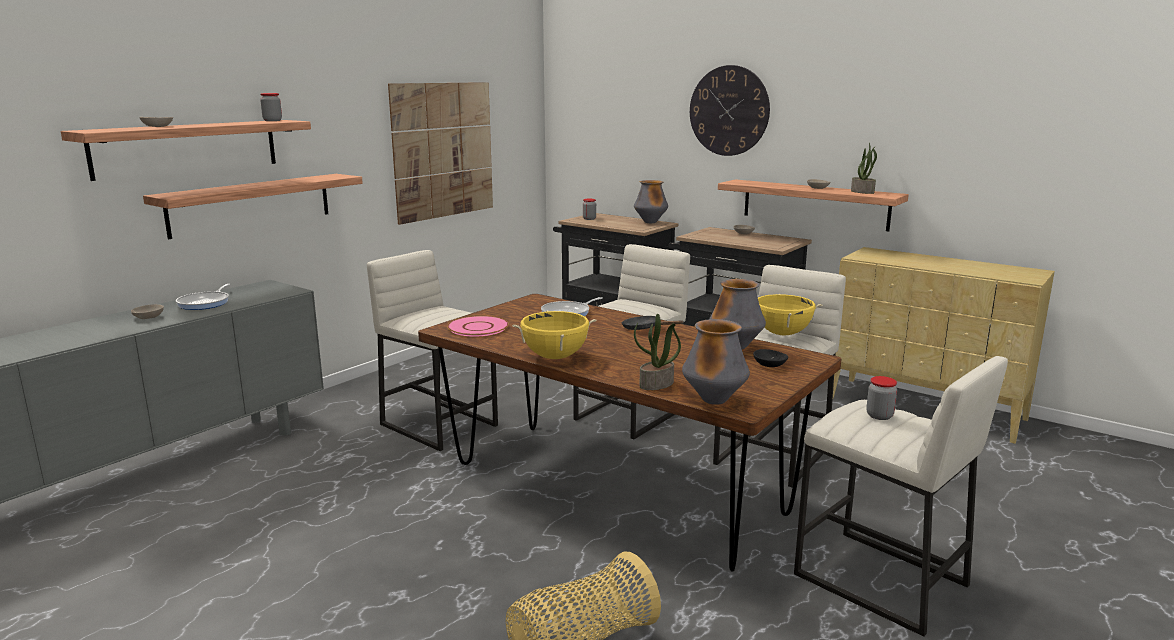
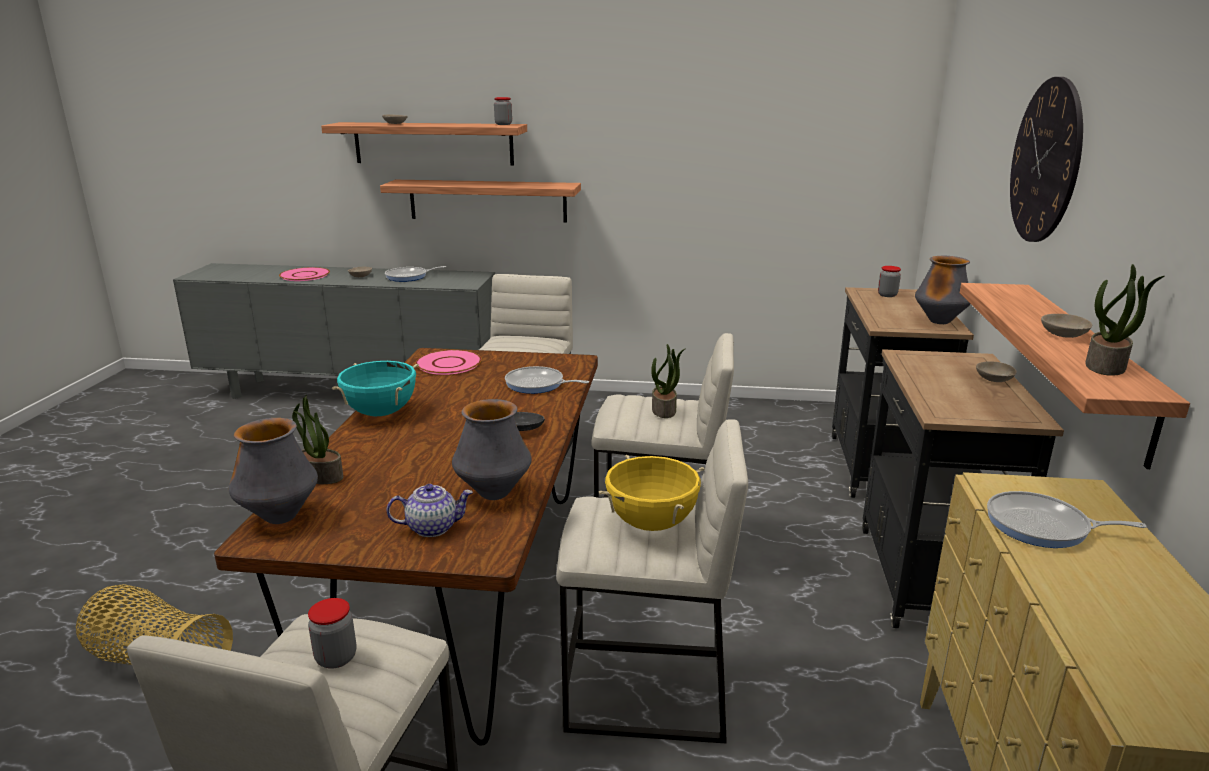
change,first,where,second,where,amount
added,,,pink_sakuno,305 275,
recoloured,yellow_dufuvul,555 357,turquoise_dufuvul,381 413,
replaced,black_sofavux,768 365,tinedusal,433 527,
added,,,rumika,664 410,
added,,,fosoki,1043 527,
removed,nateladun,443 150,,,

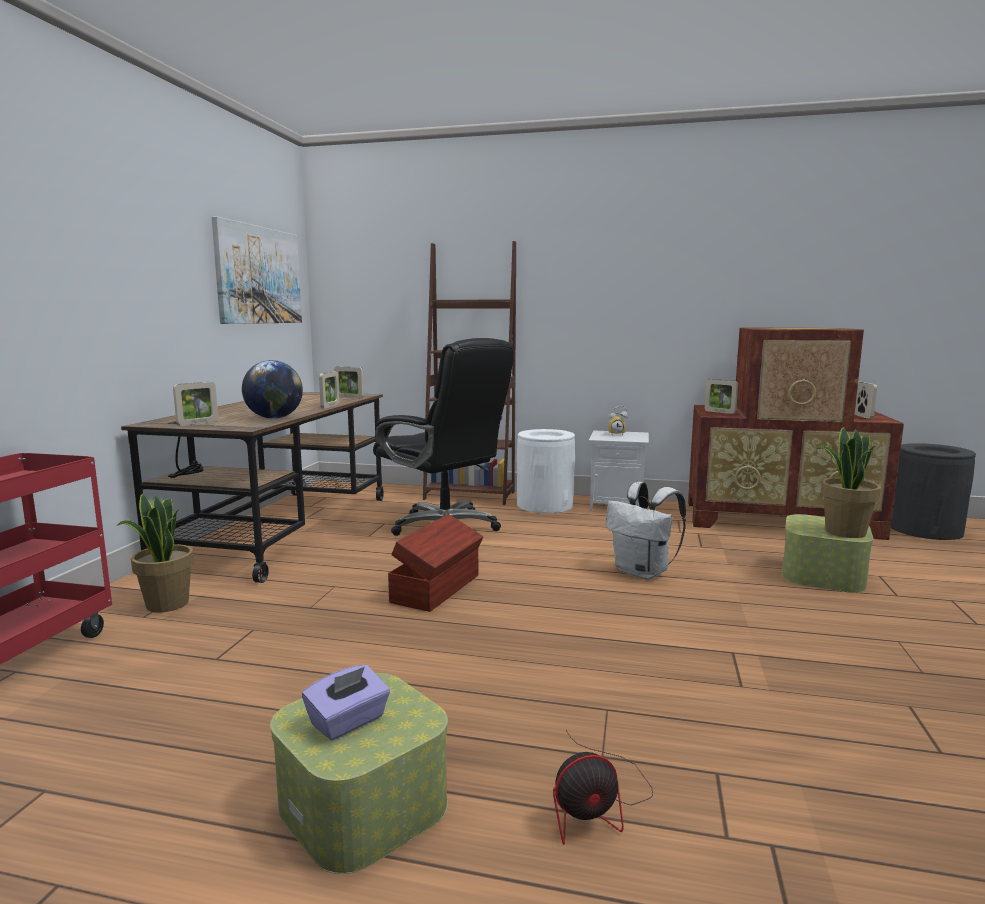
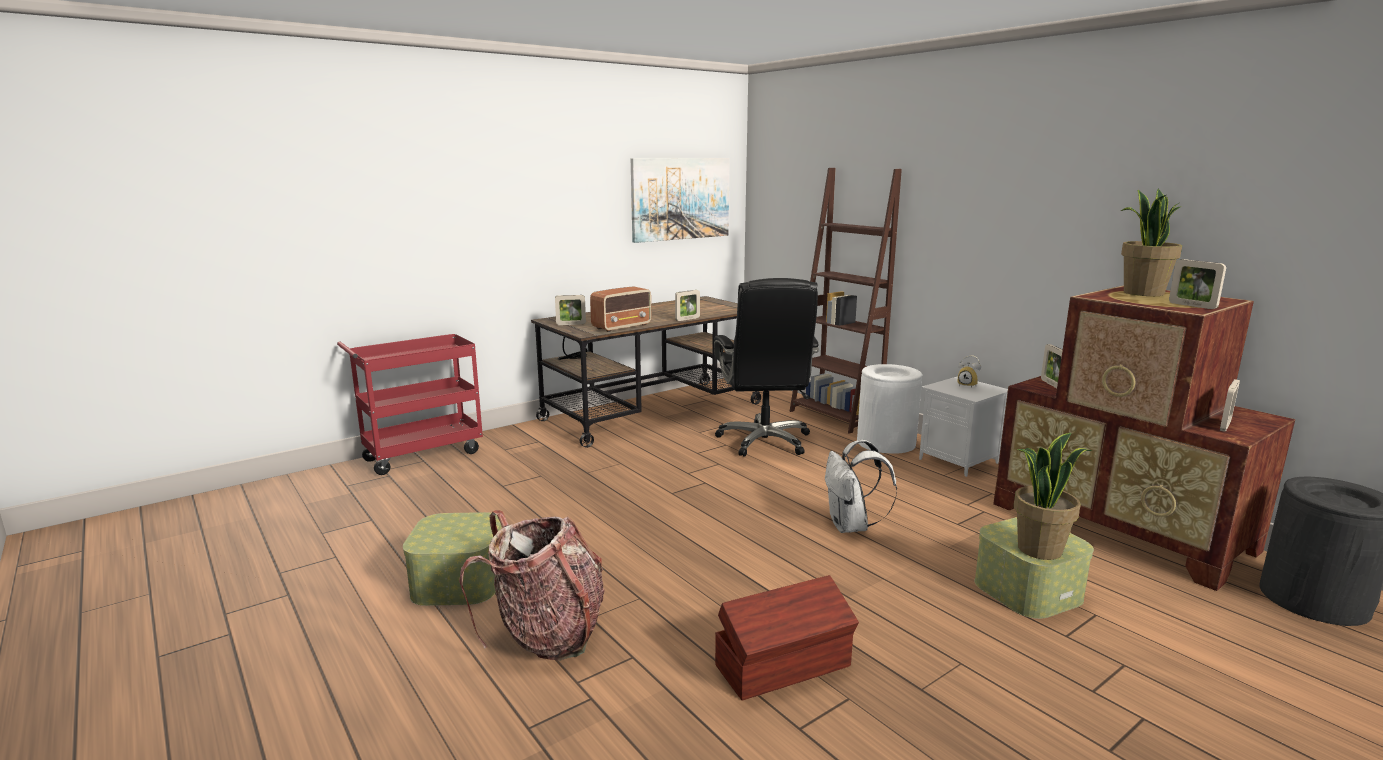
change,first,where,second,where,amount
replaced,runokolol,596 804,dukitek,547 635,
replaced,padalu,274 418,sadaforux,622 326,
moved,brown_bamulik,438 588,,785 666,
moved,rumika,166 604,,1142 293,
moved,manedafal,349 397,,1192 306,
removed,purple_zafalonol,348 722,,,

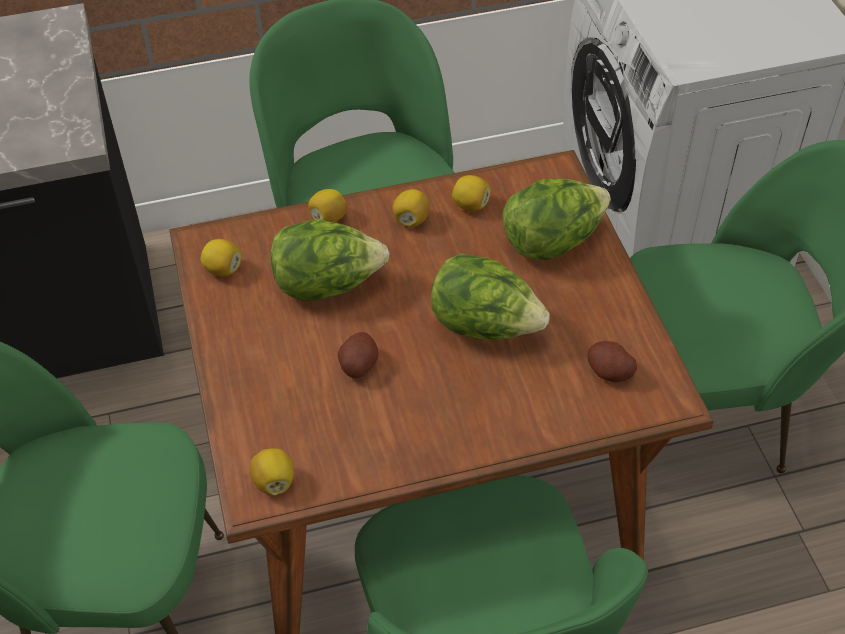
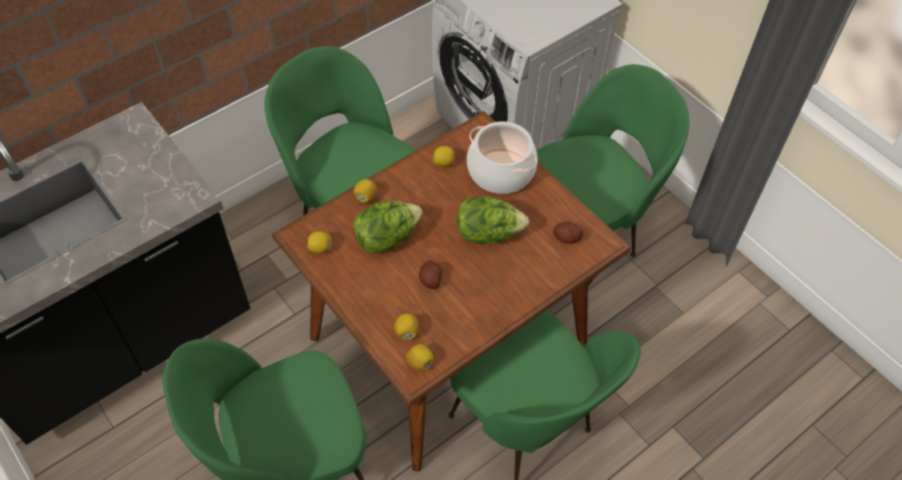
change,first,where,second,where,amount
moved,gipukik,411 220,,407 332,
replaced,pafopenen,552 241,dufuvul,500 171,

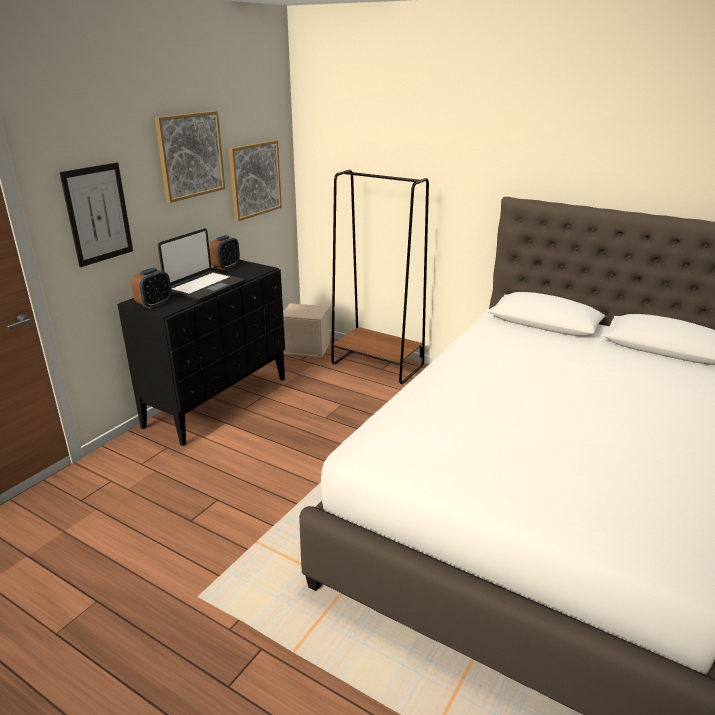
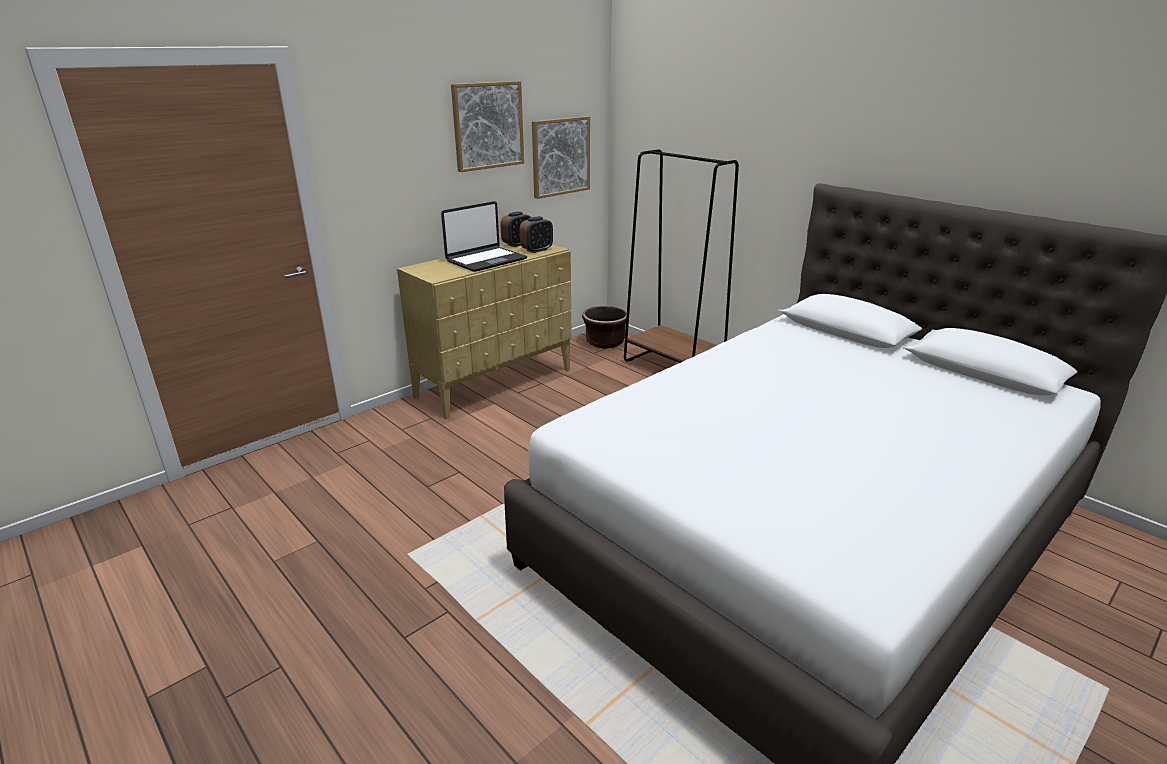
change,first,where,second,where,amount
recoloured,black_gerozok,220 402,beige_gerozok,497 383,
moved,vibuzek,154 304,,537 250,
replaced,beige_bamulik,307 348,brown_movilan,604 342,
removed,nateladun,98 214,,,

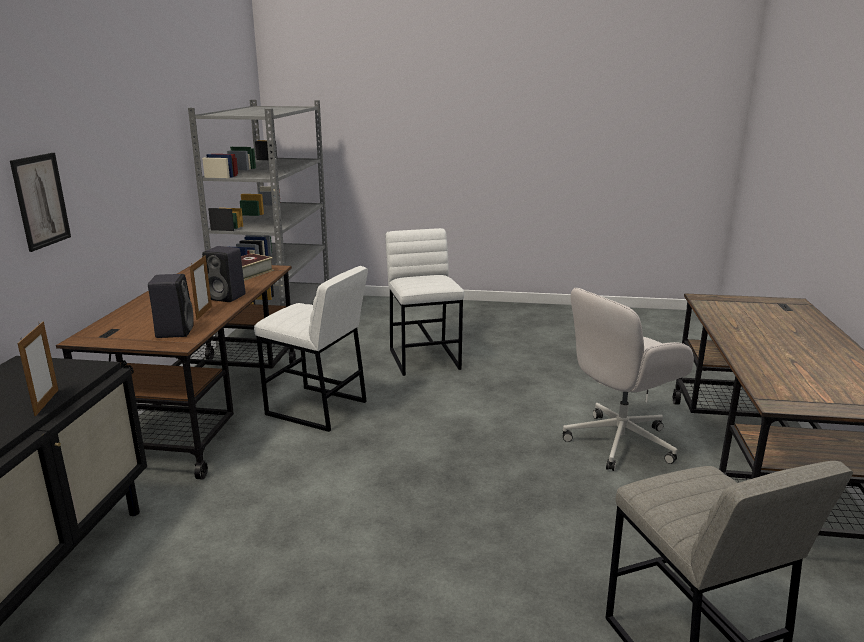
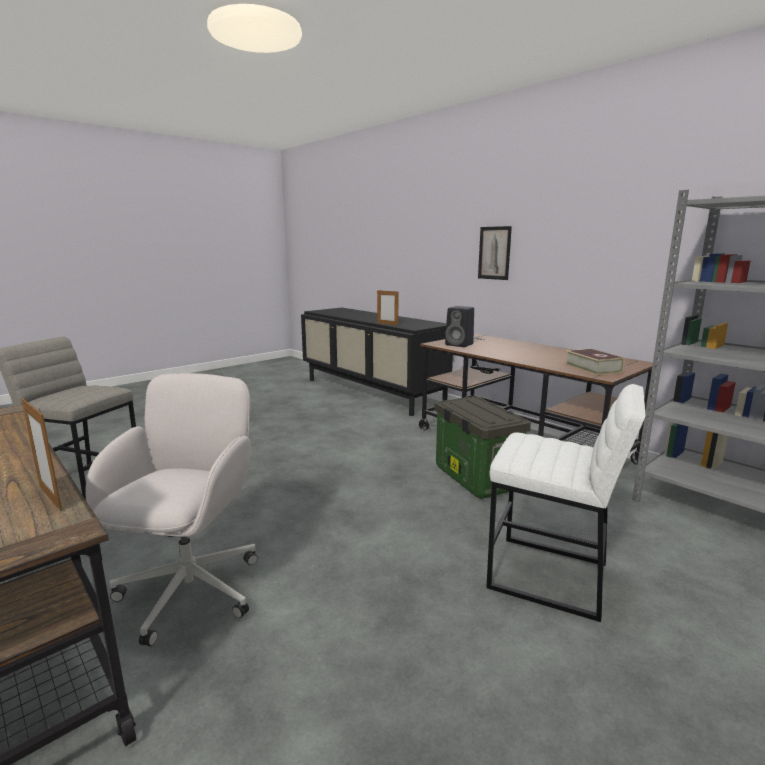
change,first,where,second,where,amount
moved,manedafal,204 313,,50 498,
replaced,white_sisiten,318 408,bamulik,474 478,
removed,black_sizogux,227 297,,,

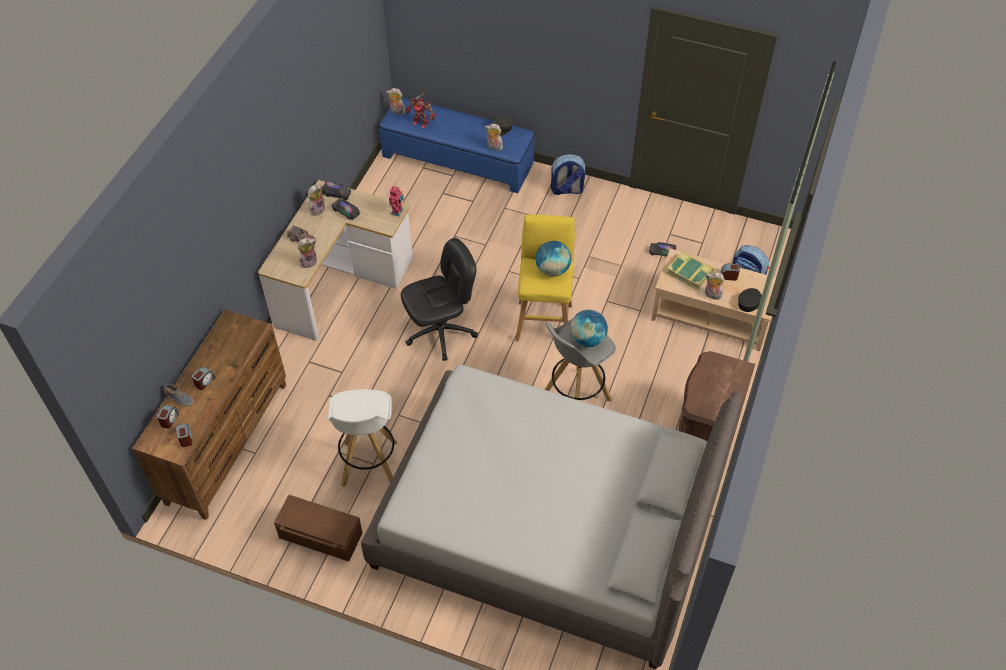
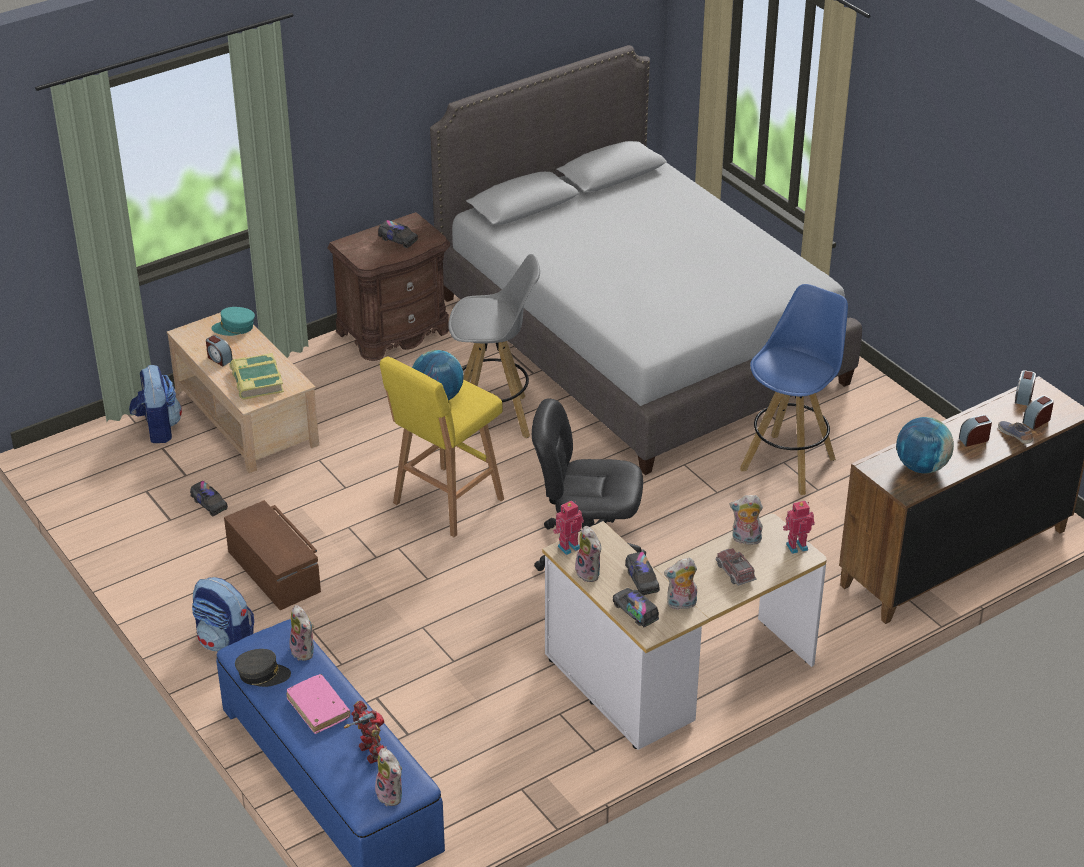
change,first,where,second,where,amount
recoloured,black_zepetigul,750 303,turquoise_zepetigul,234 328,
moved,brown_bamulik,320 536,,275 571,
added,,,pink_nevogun,318 708,
added,,,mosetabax,398 240,
moved,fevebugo,712 295,,590 573,
recoloured,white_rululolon,368 465,blue_rululolon,789 463,
added,,,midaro,796 546,
moved,padalu,587 339,,921 467,

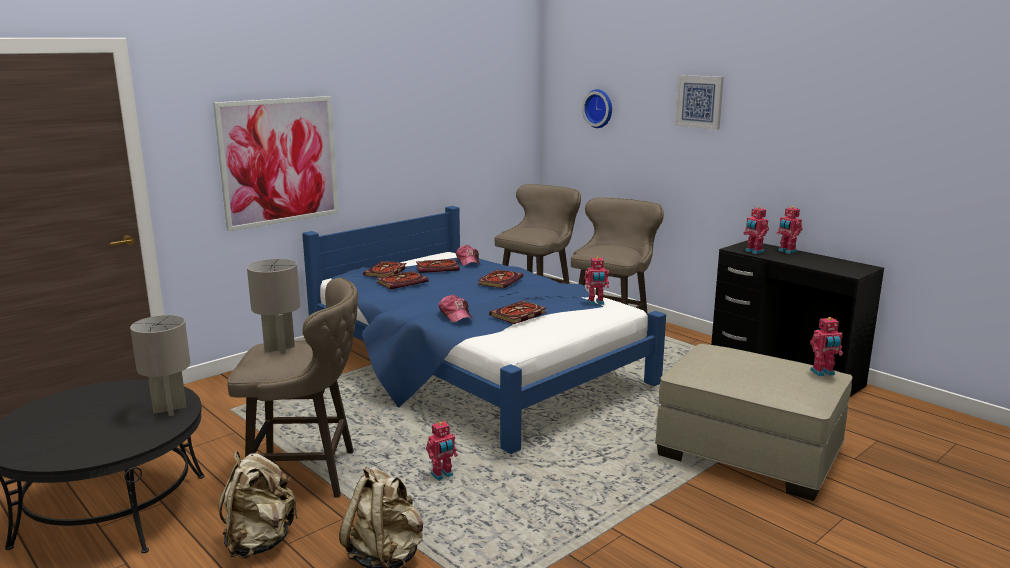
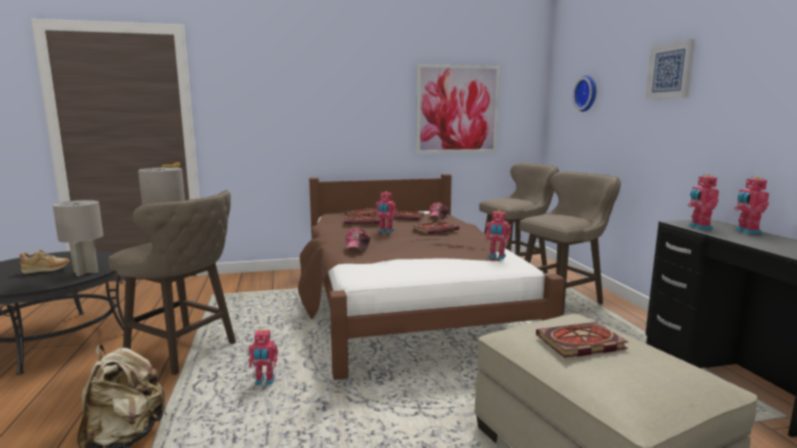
change,first,where,second,where,amount
added,,,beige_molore,46 270,
recoloured,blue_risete,476 369,brown_risete,406 304,
moved,midaro,823 373,,385 231,
moved,nateladun,279 161,,457 109,
moved,nevogun,518 315,,579 343,
removed,beige_dukitek,259 542,,,

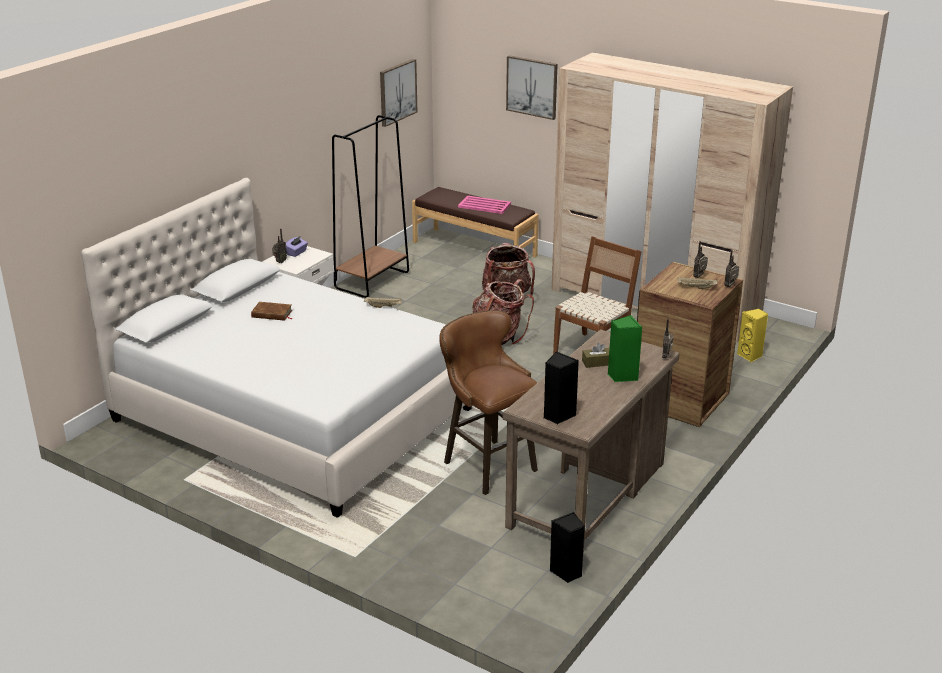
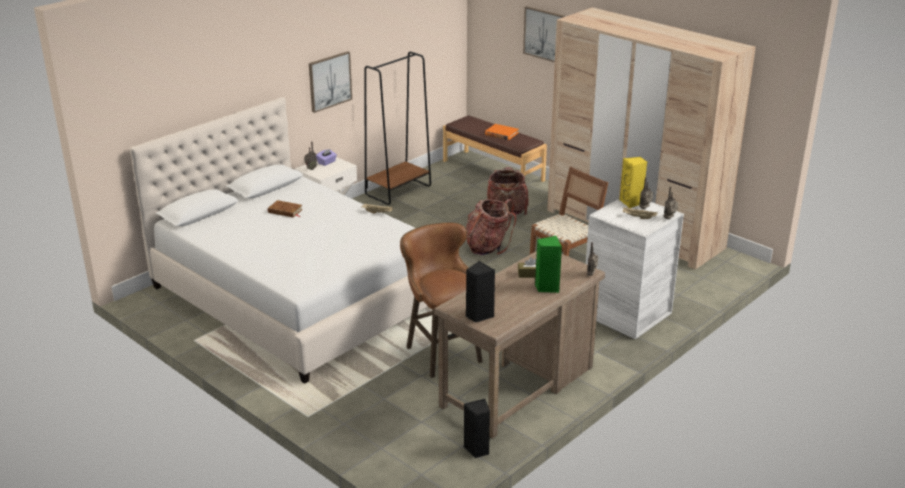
change,first,where,second,where,amount
moved,nateladun,397 92,,329 81,
replaced,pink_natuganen,484 205,orange_nevogun,501 134,
recoloured,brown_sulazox,679 399,white_sulazox,626 314,
moved,yellow_sizogux,750 356,,632 203,

